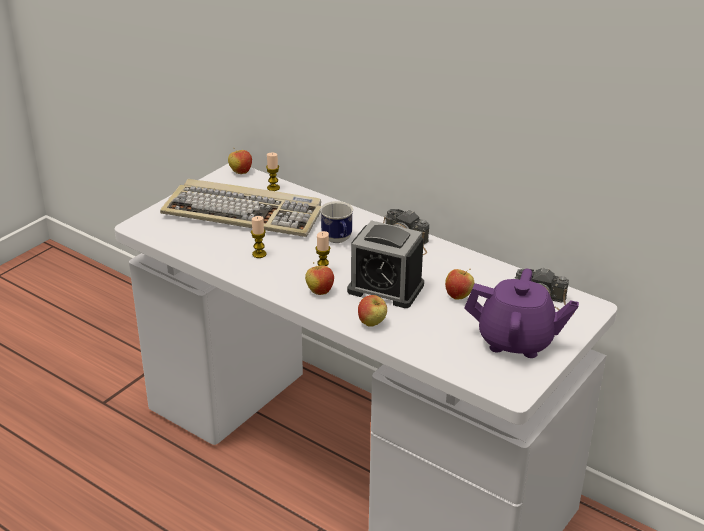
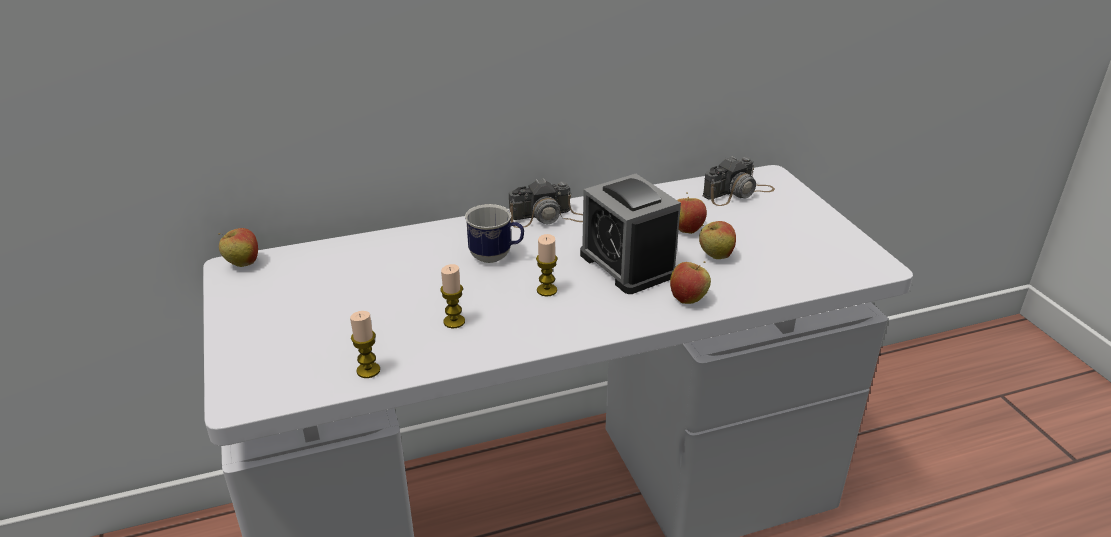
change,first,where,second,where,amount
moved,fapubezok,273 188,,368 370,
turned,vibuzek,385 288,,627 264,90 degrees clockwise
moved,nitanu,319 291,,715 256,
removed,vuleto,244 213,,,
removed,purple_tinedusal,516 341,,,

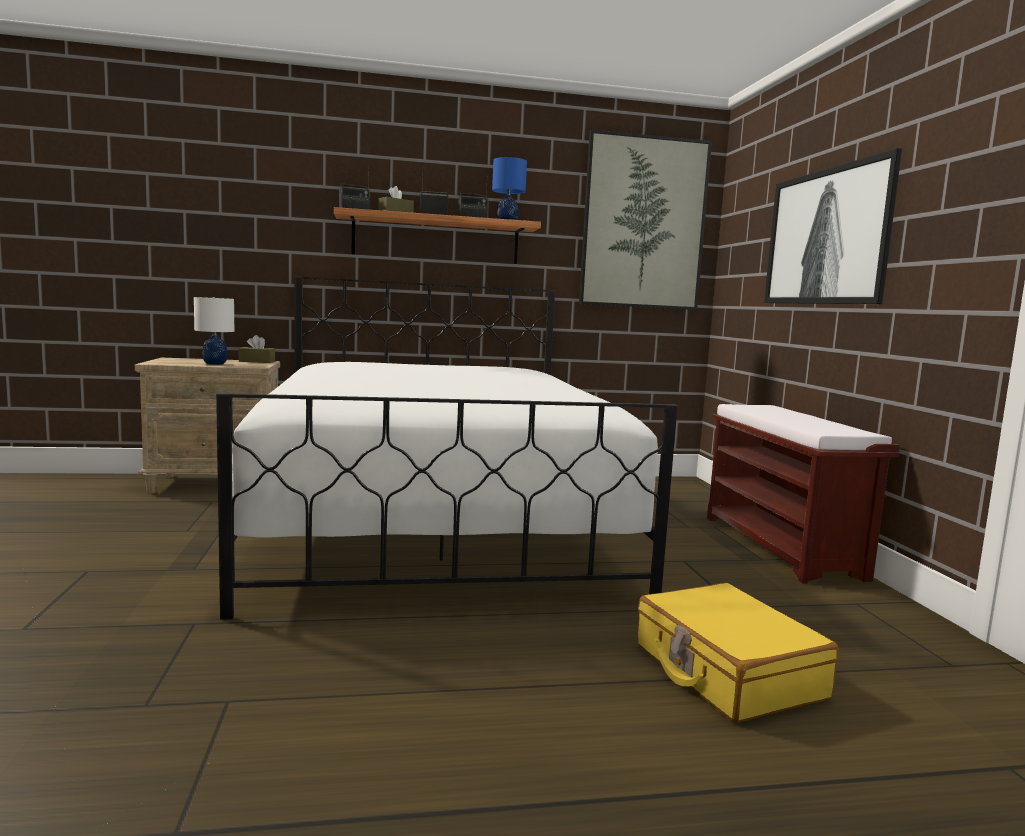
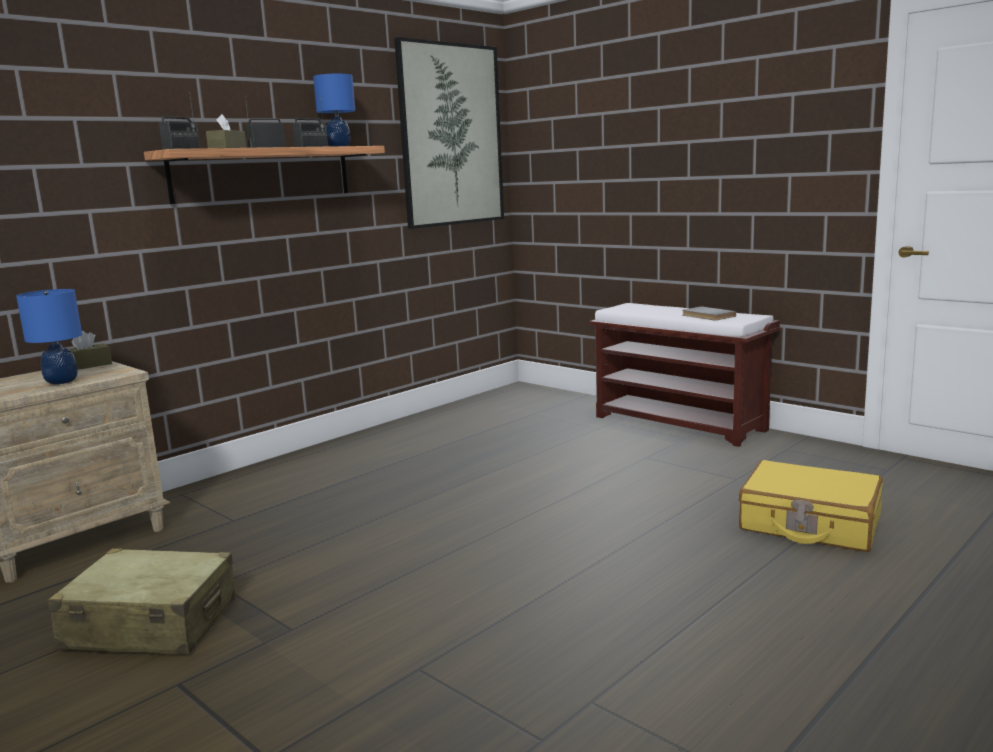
change,first,where,second,where,amount
recoloured,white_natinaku,214 364,blue_natinaku,60 382,
added,,,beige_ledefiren,151 624,
added,,,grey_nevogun,707 316,
removed,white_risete,433 524,,,
removed,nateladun,825 237,,,

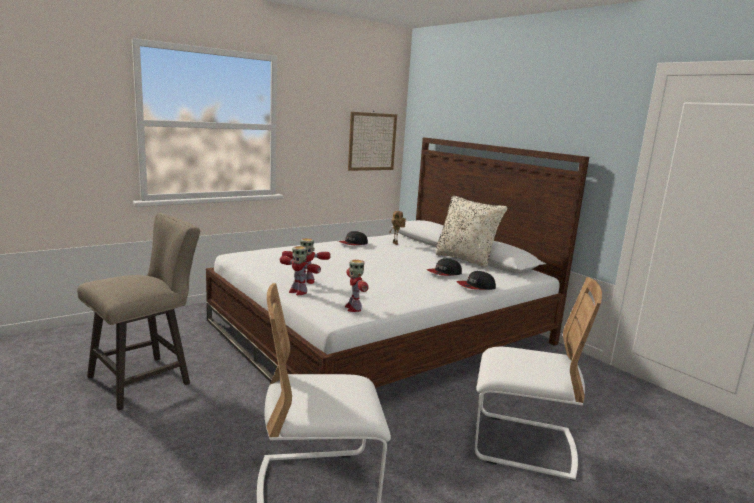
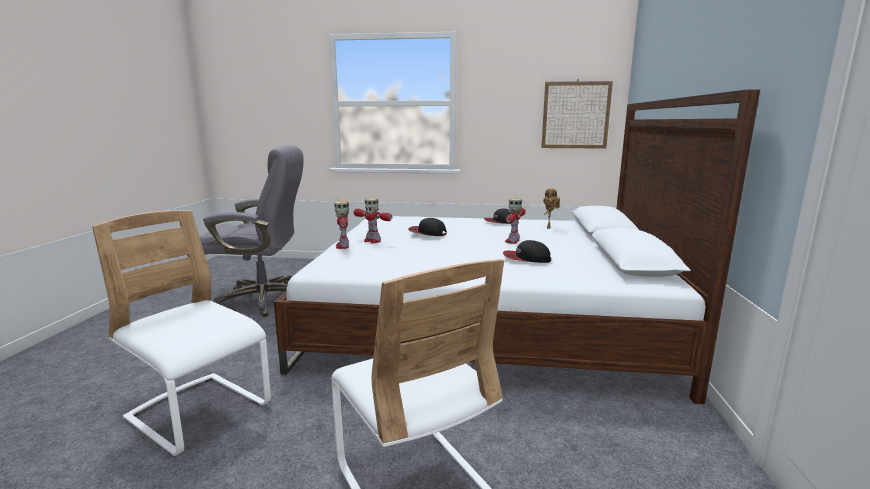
change,first,where,second,where,amount
replaced,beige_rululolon,147 379,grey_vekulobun,262 299,
moved,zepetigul,476 287,,427 233,
moved,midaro,353 308,,513 241,
removed,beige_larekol,465 261,,,

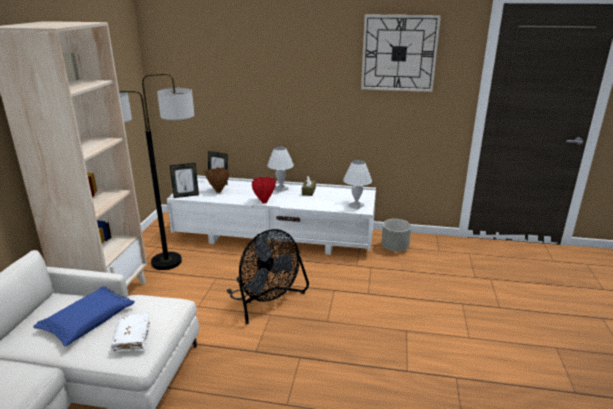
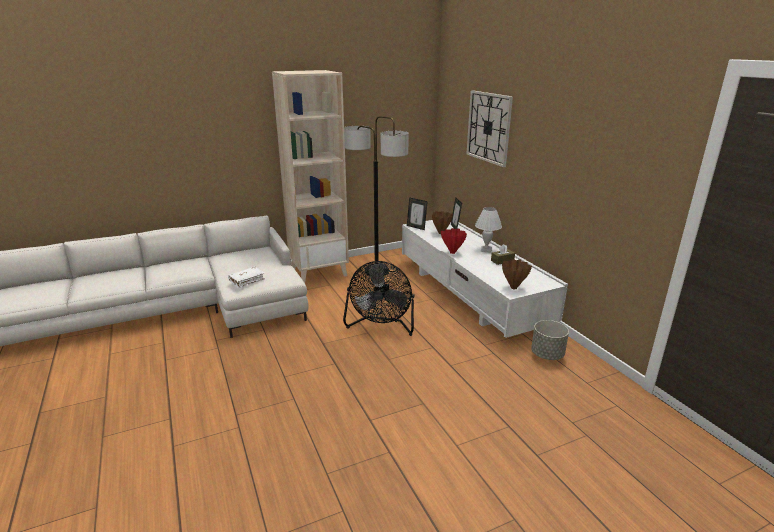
change,first,where,second,where,amount
moved,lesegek,399 53,,489 127,
replaced,white_natinaku,356 206,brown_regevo,514 287,
removed,blue_larekol,87 319,,,

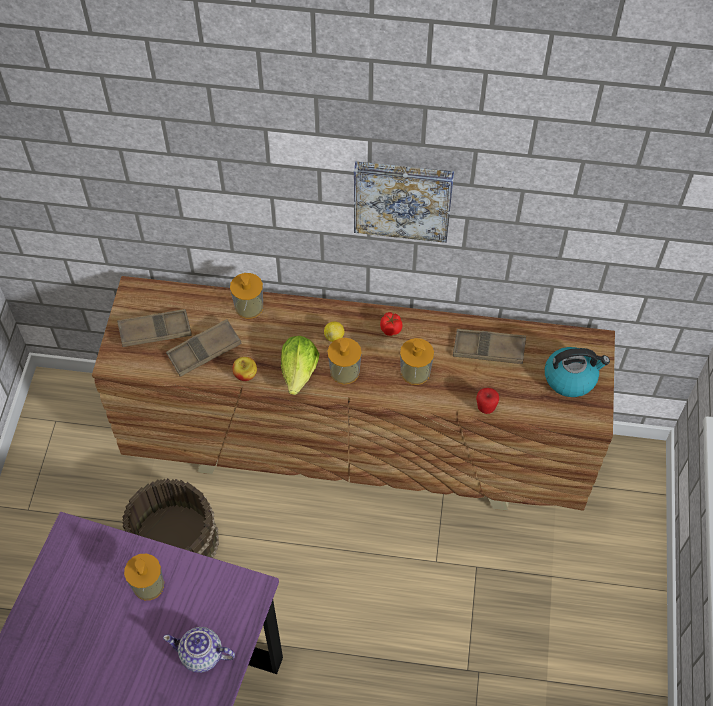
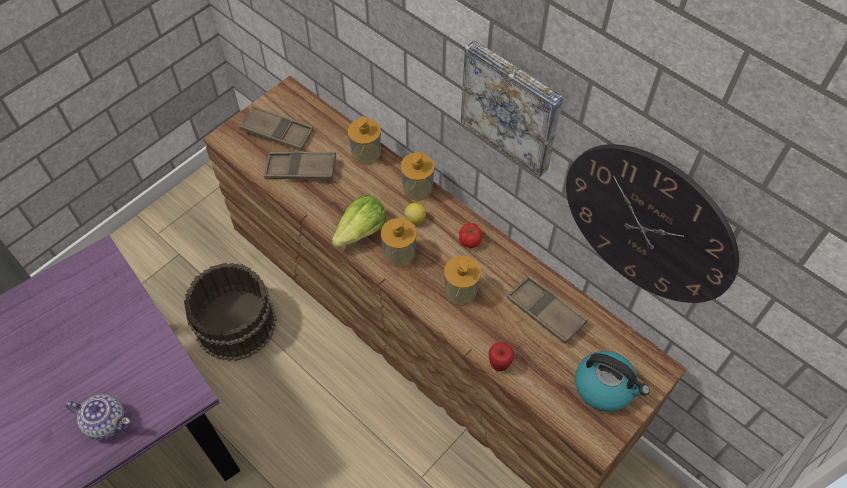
change,first,where,second,where,amount
turned,tinedusal,202 655,,106 422,150 degrees clockwise
moved,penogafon,148 585,,417 188,
added,,,lesegek,648 224,
removed,nitanu,245 375,,,

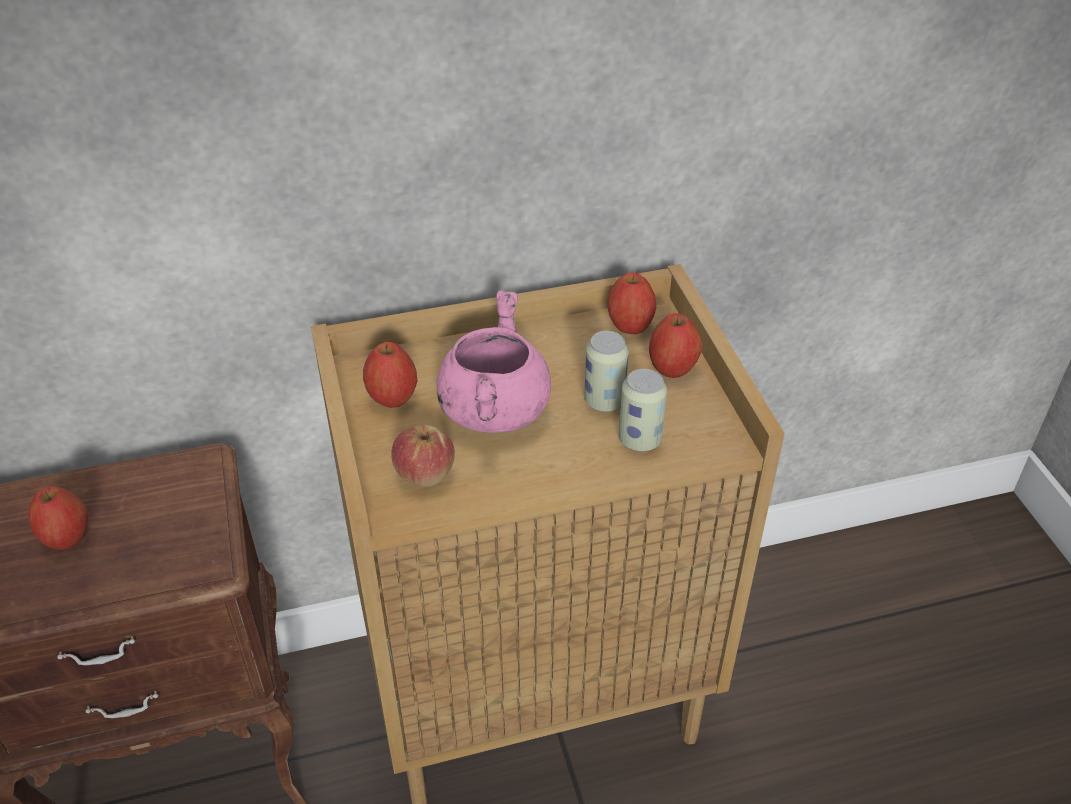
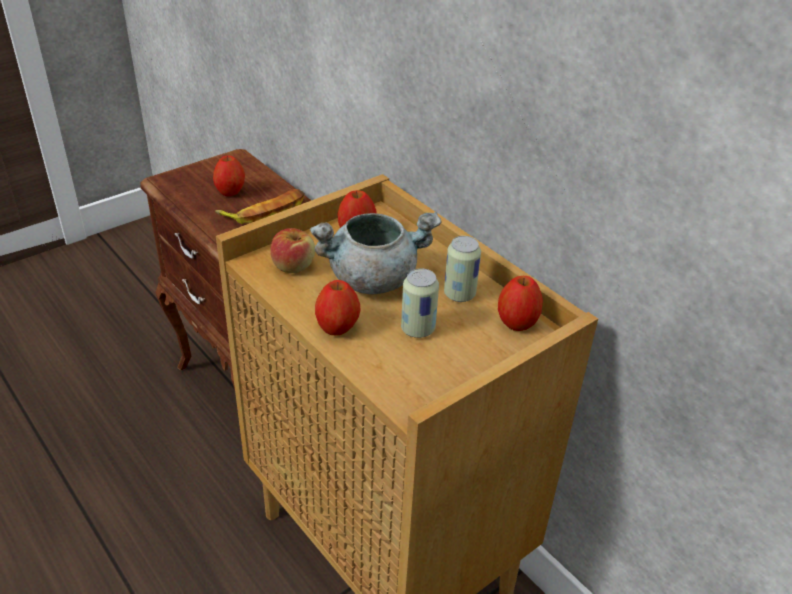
change,first,where,second,where,amount
added,,,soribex,265 212,
recoloured,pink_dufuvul,493 409,grey_dufuvul,373 278,
moved,nitanu,672 368,,337 328,
moved,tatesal,639 440,,459 294,

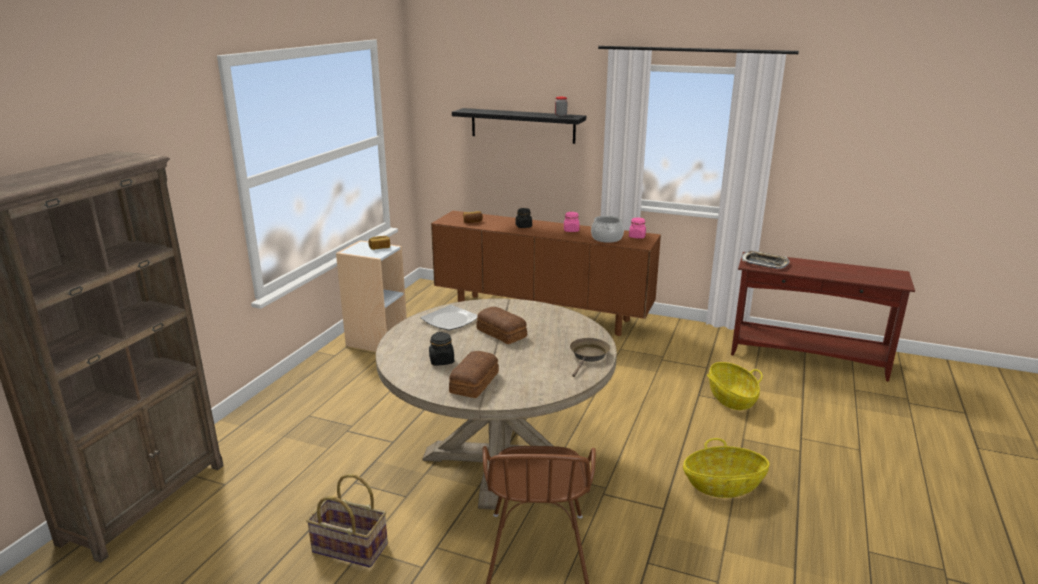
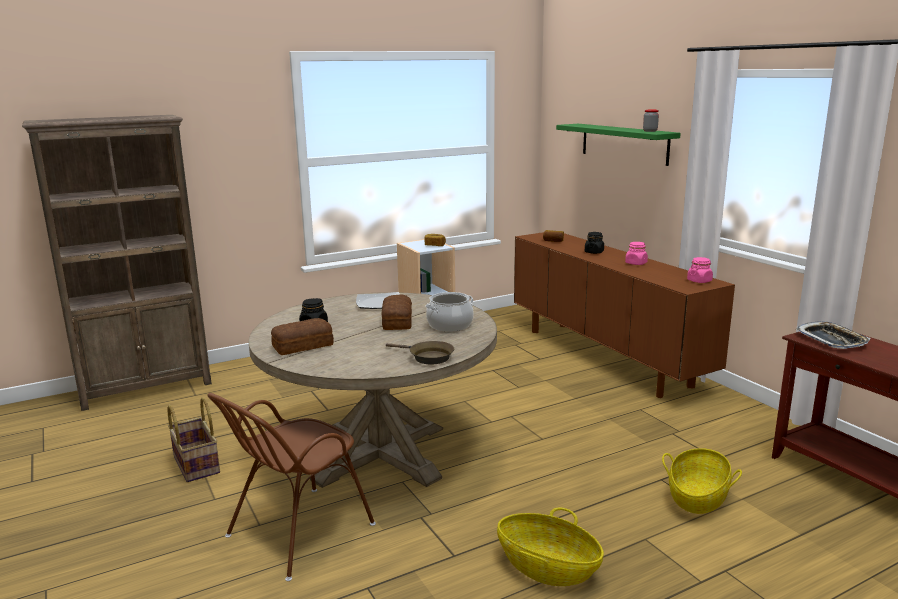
change,first,where,second,where,amount
turned,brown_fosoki,588 356,,428 357,60 degrees clockwise
moved,dufuvul,607 238,,450 325,
recoloured,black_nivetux,522 125,green_nivetux,624 143,

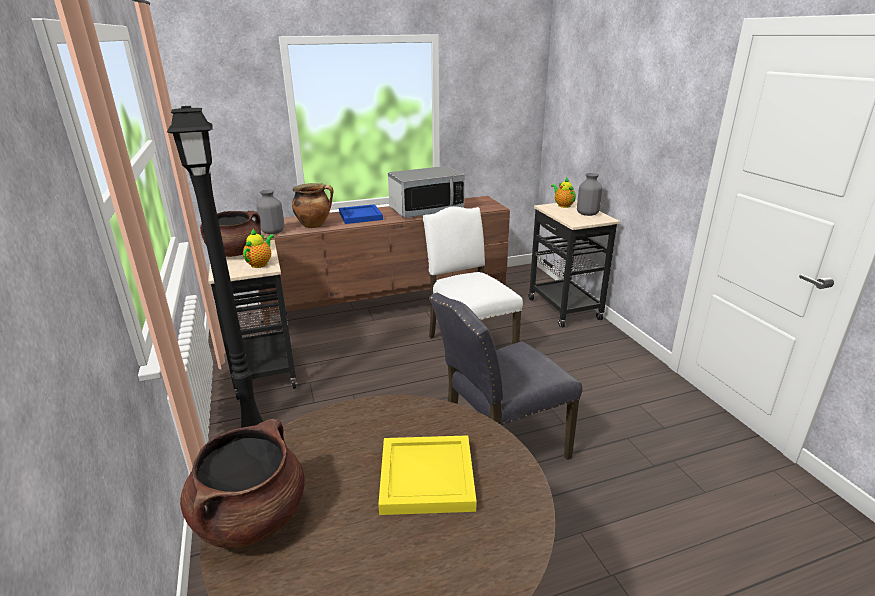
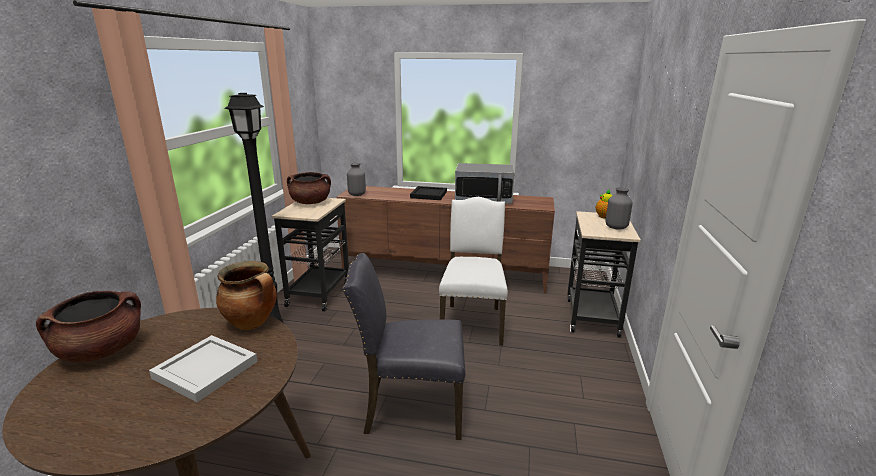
change,first,where,second,where,amount
recoloured,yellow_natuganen,428 476,white_natuganen,207 369,
moved,dufuvul,315 225,,252 323,
recoloured,blue_natuganen,359 216,black_natuganen,428 194,
removed,tinedusal,260 264,,,

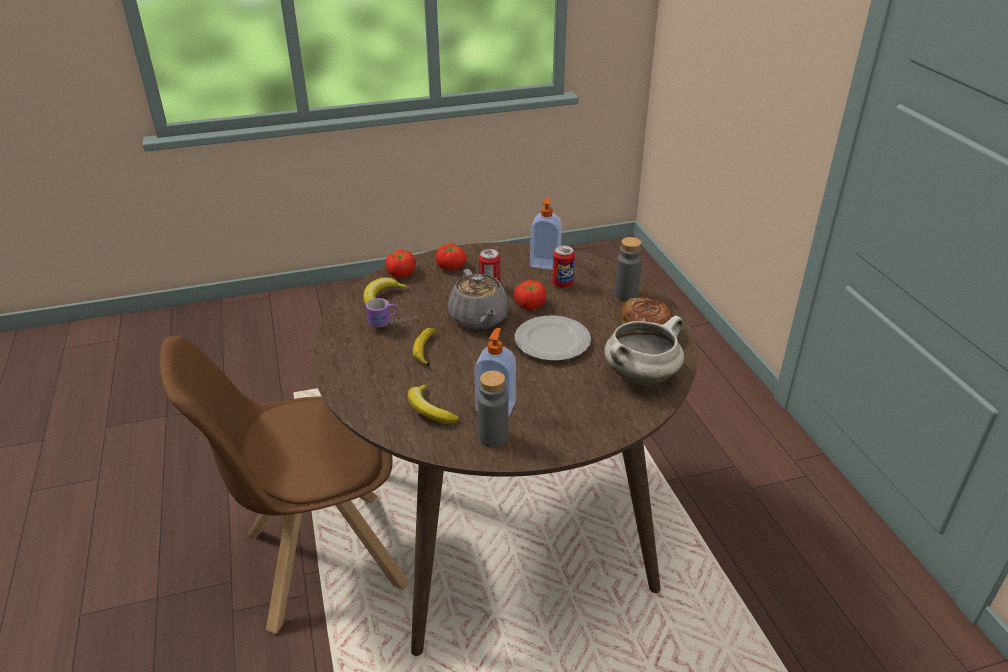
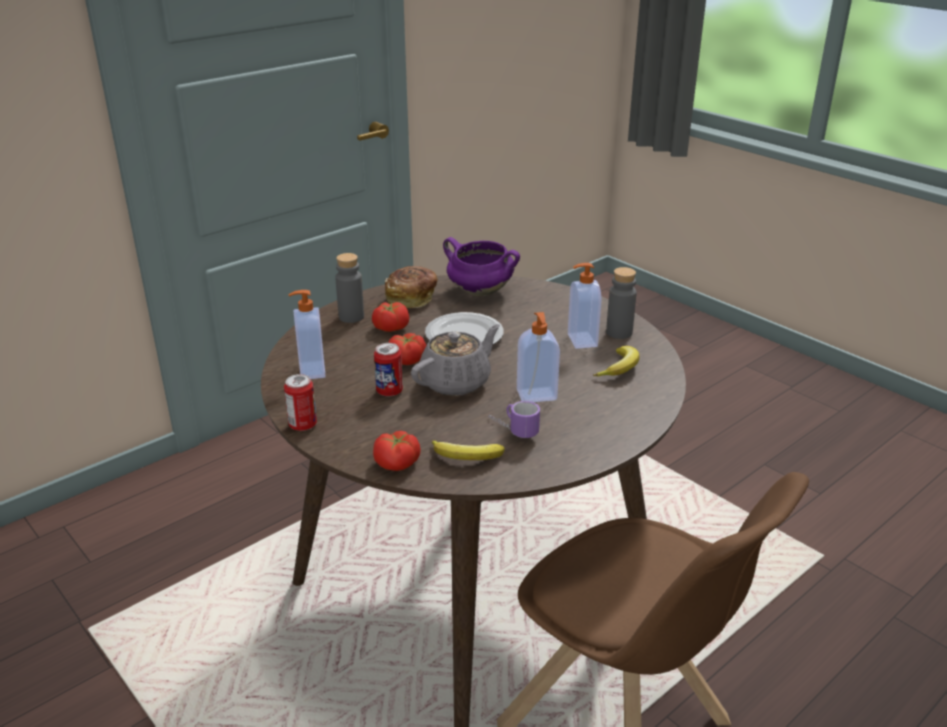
change,first,where,second,where,amount
moved,tatesal,562 284,,303 425,
moved,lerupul,451 266,,390 327,
recoloured,white_dufuvul,641 375,purple_dufuvul,479 292,
replaced,soribex,426 350,penogafon,537 396,

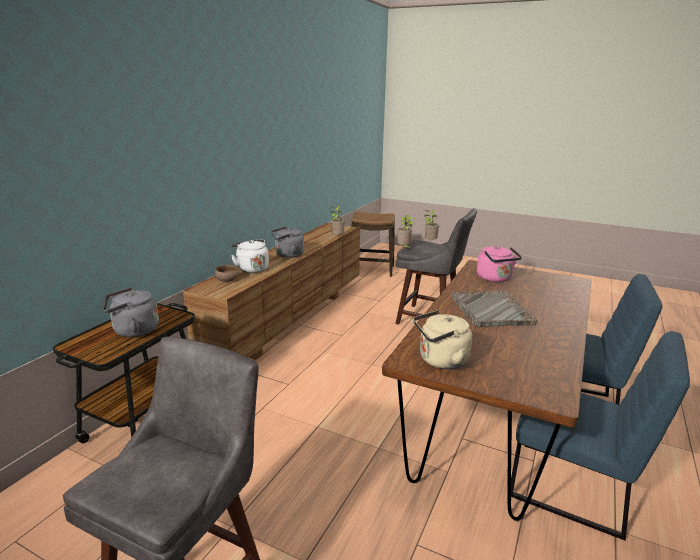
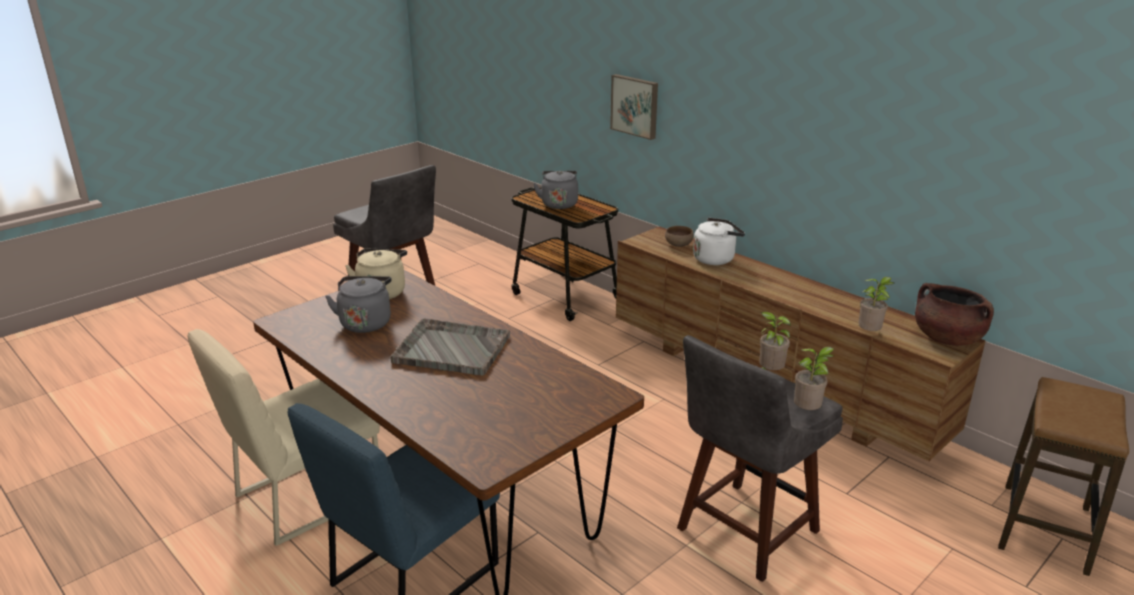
change,first,where,second,where,amount
recoloured,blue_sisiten,573 489,beige_sisiten,305 496,
moved,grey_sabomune,287 255,,366 322,
added,,,nateladun,635 106,
added,,,brown_dufuvul,946 338,
removed,pink_sabomune,495 279,,,

